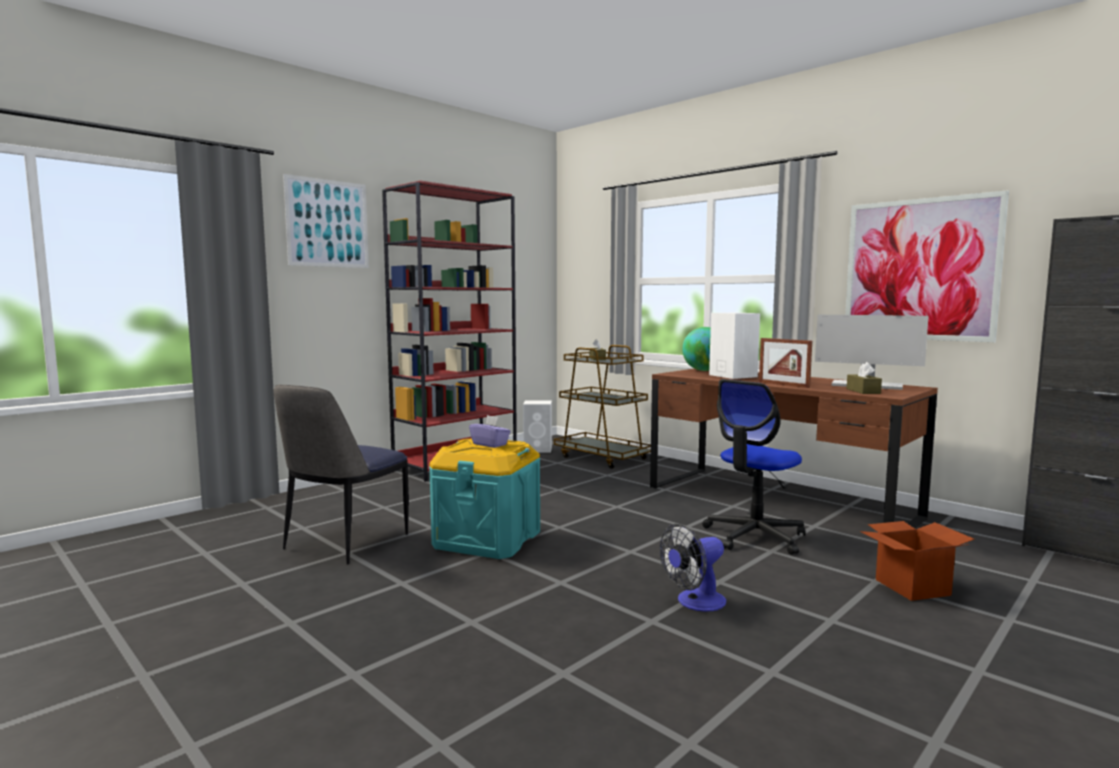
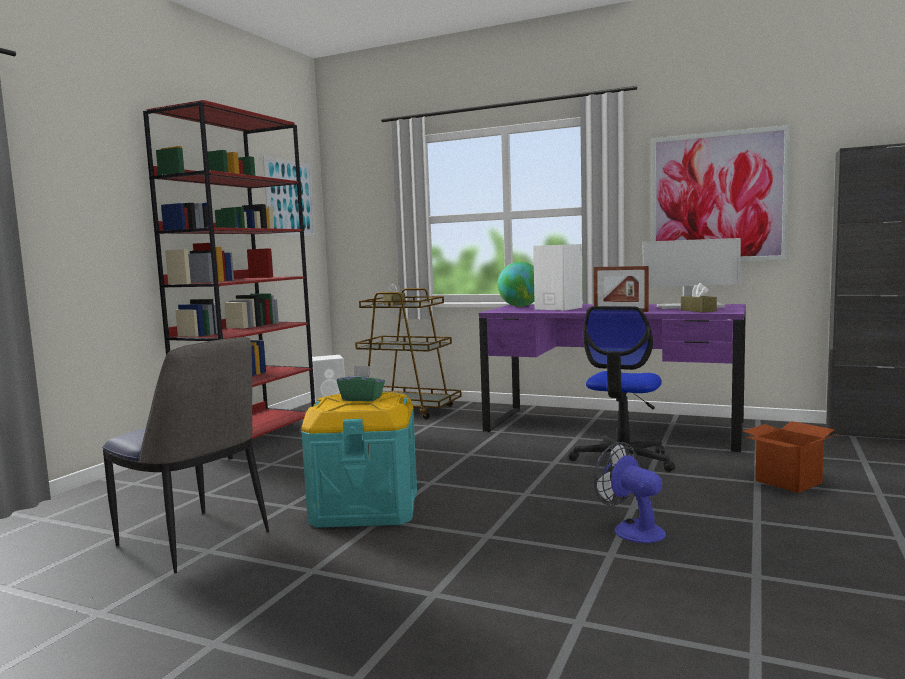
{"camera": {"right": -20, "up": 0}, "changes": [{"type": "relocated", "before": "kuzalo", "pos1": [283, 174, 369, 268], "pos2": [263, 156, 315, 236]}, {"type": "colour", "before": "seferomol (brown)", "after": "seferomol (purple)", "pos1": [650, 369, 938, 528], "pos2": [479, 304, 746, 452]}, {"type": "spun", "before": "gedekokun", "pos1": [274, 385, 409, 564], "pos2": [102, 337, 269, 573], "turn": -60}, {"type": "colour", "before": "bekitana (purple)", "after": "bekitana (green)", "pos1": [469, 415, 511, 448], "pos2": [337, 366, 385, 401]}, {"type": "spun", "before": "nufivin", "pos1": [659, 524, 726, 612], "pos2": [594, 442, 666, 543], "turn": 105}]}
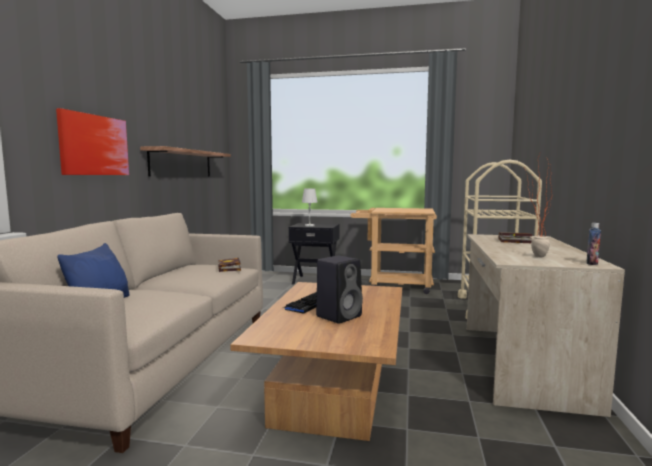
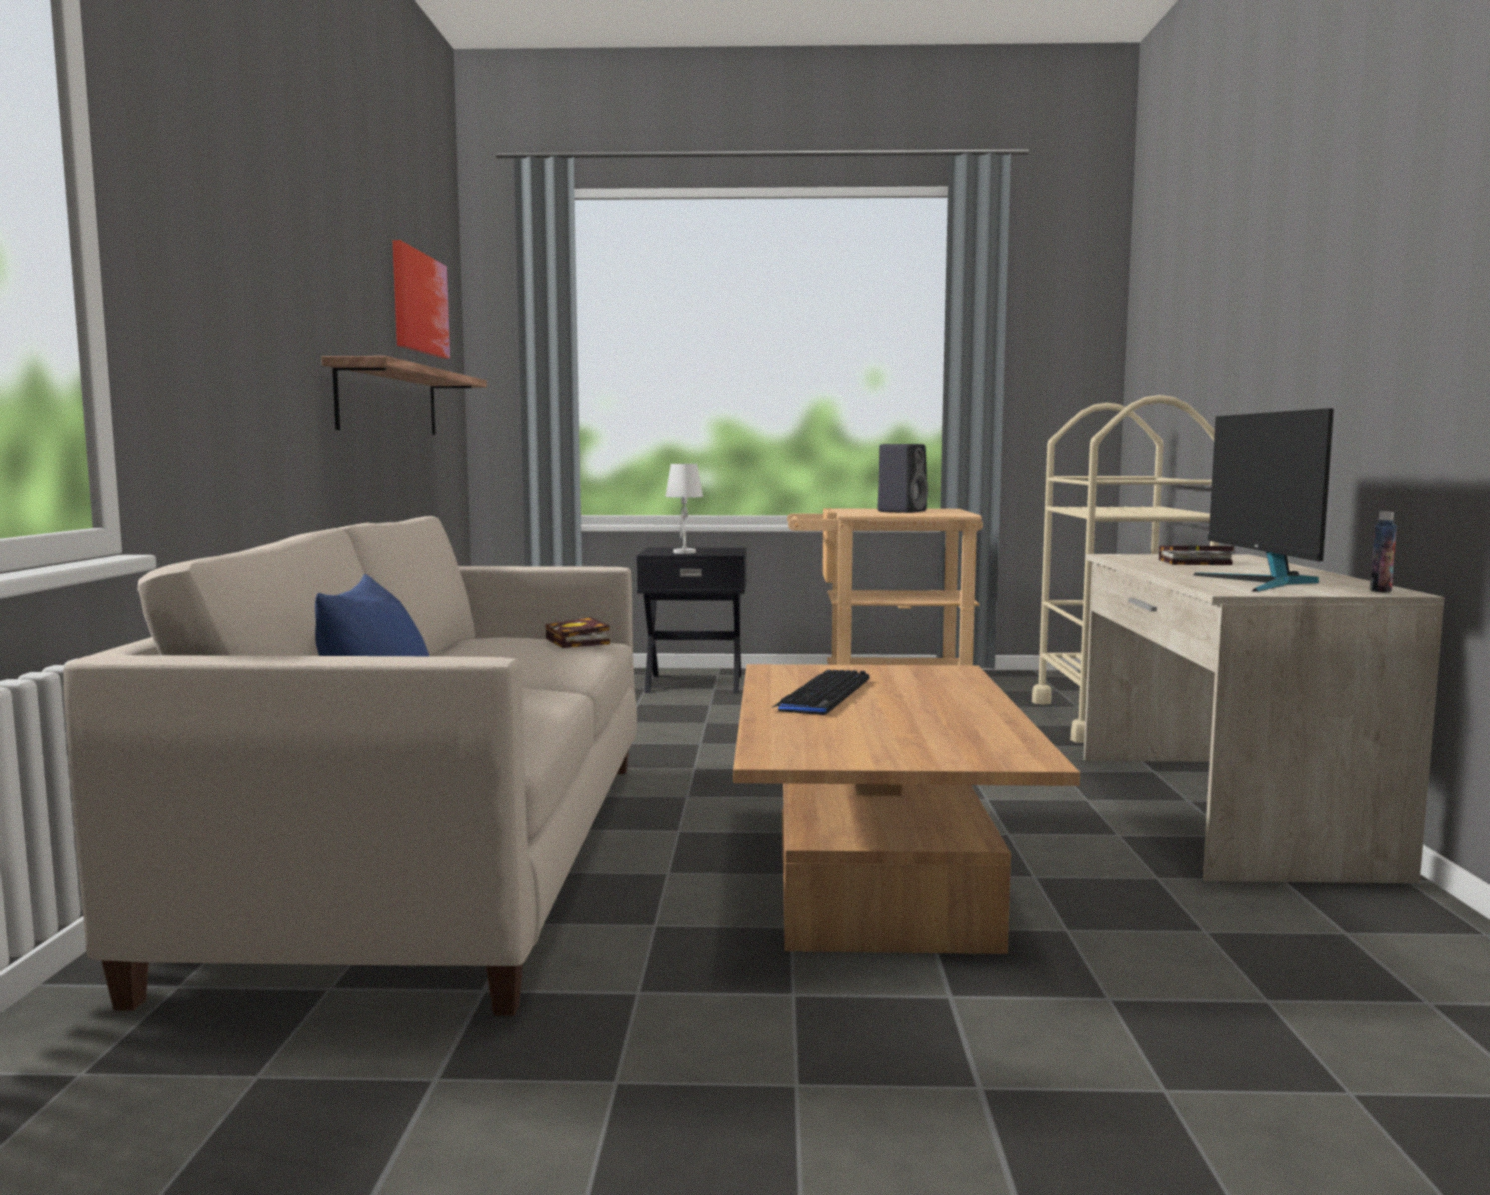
{"camera": {"right": -10, "up": 0}, "changes": [{"type": "relocated", "before": "kuzalo", "pos1": [56, 108, 129, 175], "pos2": [393, 240, 450, 359]}, {"type": "exchanged", "before": "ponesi", "after": "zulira", "pos1": [524, 154, 553, 257], "pos2": [1193, 408, 1334, 592]}, {"type": "relocated", "before": "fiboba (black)", "pos1": [316, 256, 363, 324], "pos2": [877, 444, 928, 513]}]}
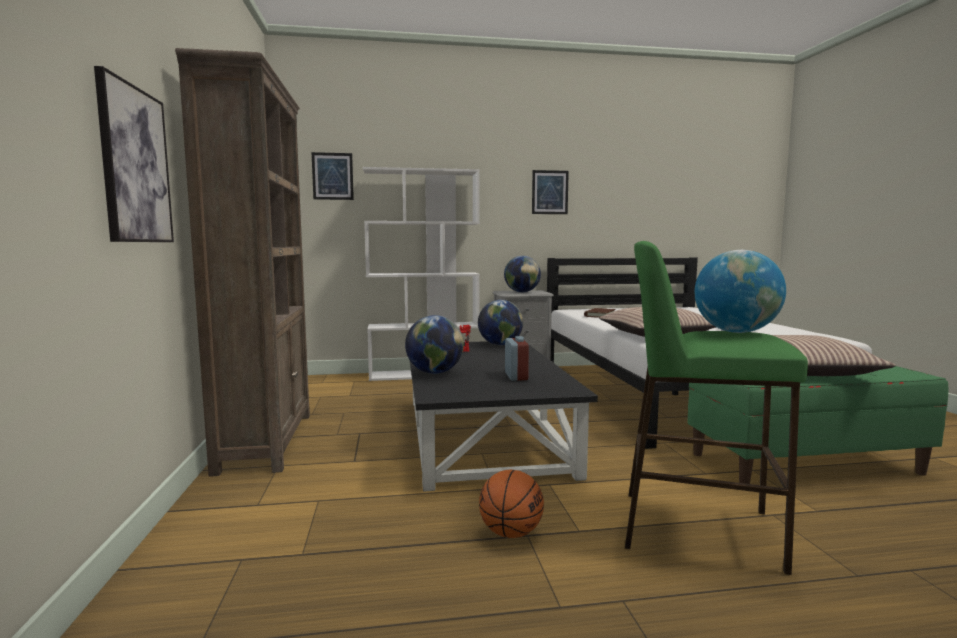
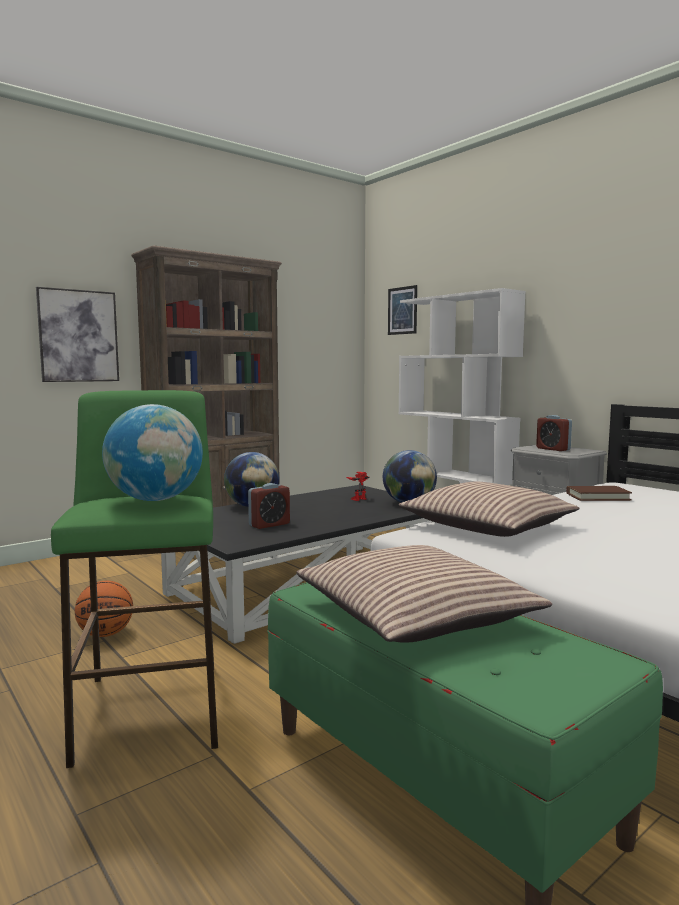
{"camera": {"right": 60, "up": 0}, "changes": [{"type": "missing", "before": "kuzalo", "pos1": [532, 170, 569, 214]}, {"type": "exchanged", "before": "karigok", "after": "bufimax", "pos1": [504, 256, 541, 292], "pos2": [536, 415, 572, 451]}]}
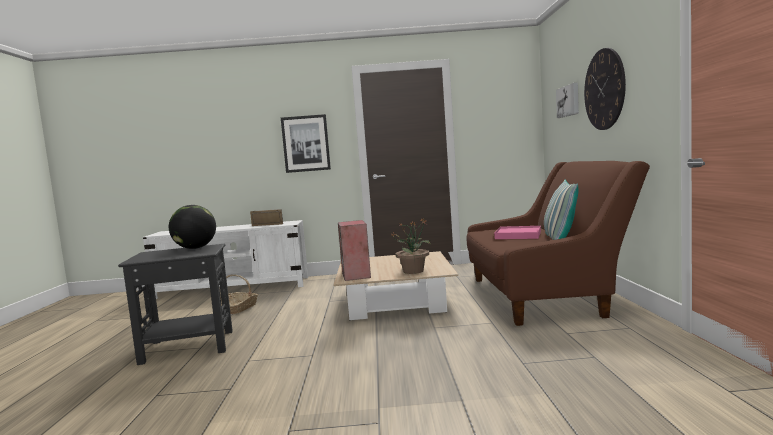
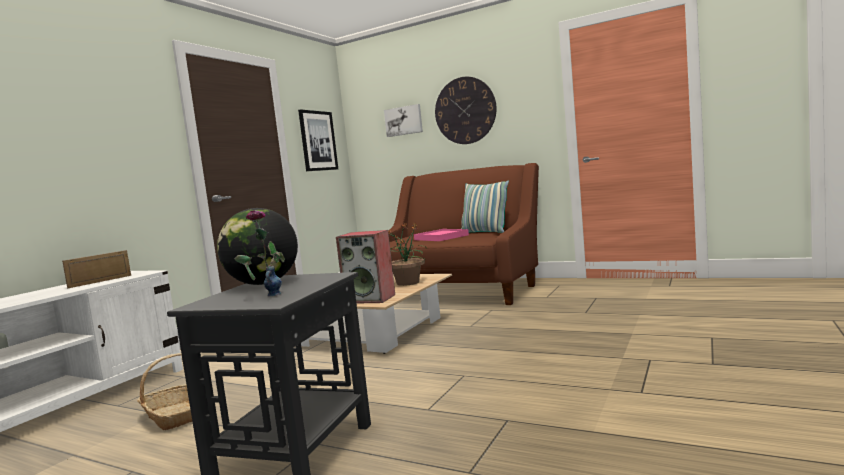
{"camera": {"right": -60, "up": 0}, "changes": [{"type": "relocated", "before": "kuzalo", "pos1": [281, 114, 331, 173], "pos2": [298, 109, 338, 171]}, {"type": "appeared", "after": "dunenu", "pos2": [234, 210, 285, 296]}]}
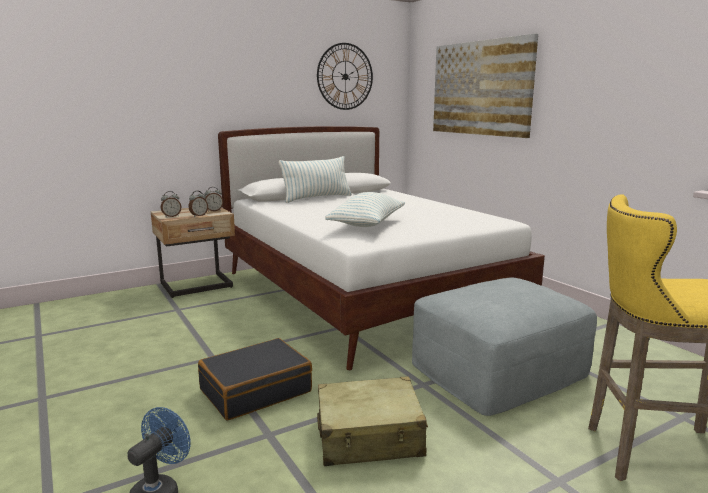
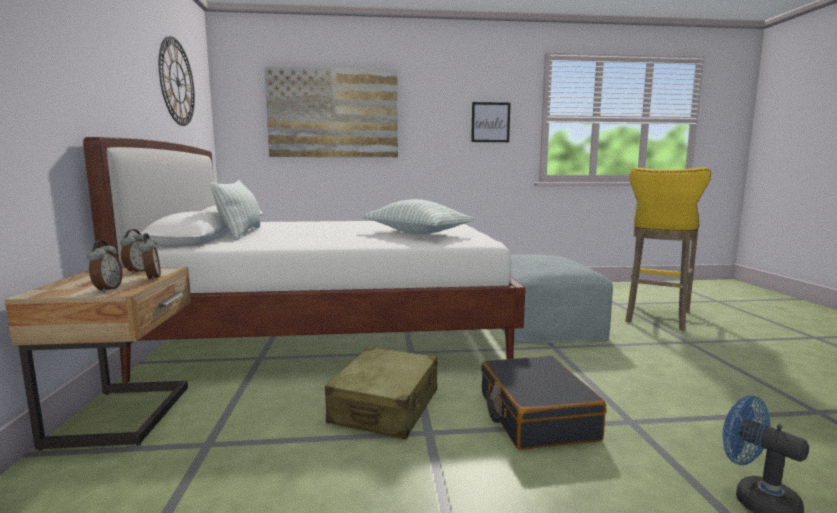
{"camera": {"right": -65, "up": -5}, "changes": [{"type": "relocated", "before": "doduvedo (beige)", "pos1": [317, 376, 428, 466], "pos2": [325, 347, 437, 439]}, {"type": "appeared", "after": "kuzalo", "pos2": [471, 102, 511, 142]}]}
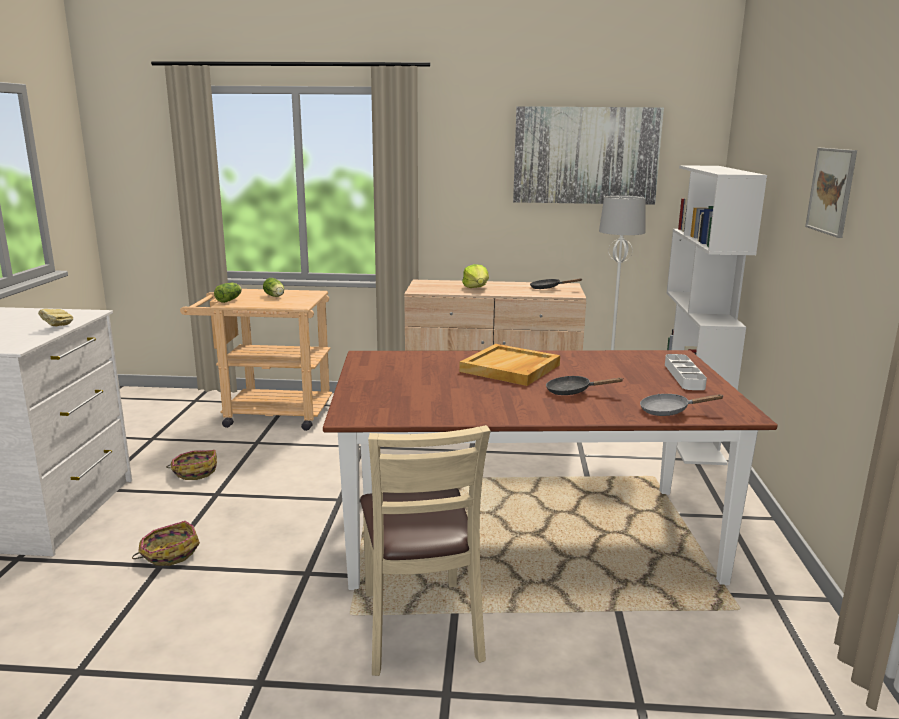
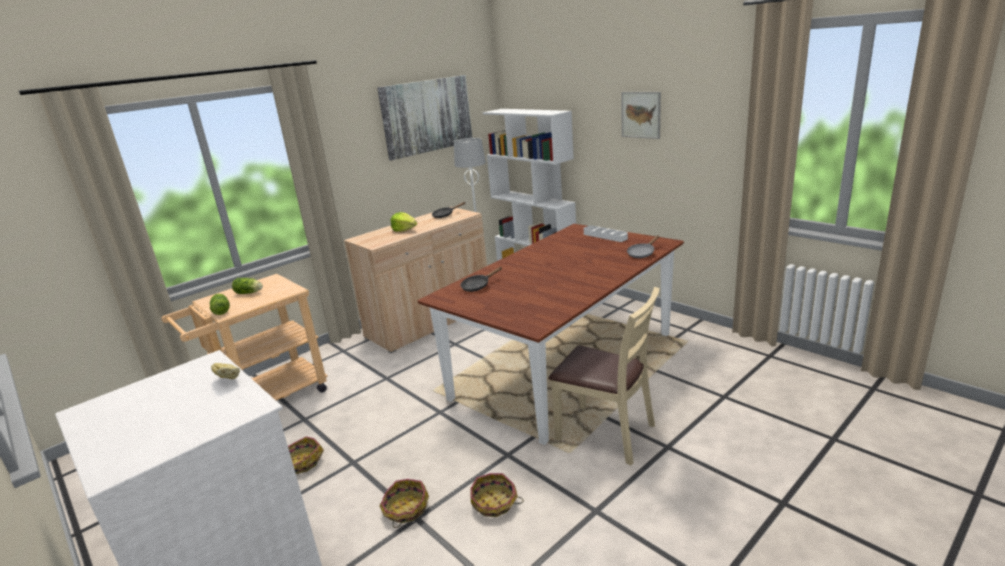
{"camera": {"right": -45, "up": 5}, "changes": [{"type": "missing", "before": "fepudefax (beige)", "pos1": [459, 344, 560, 386]}, {"type": "relocated", "before": "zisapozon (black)", "pos1": [546, 376, 623, 395], "pos2": [460, 267, 502, 292]}, {"type": "appeared", "after": "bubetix", "pos2": [471, 473, 523, 517]}]}
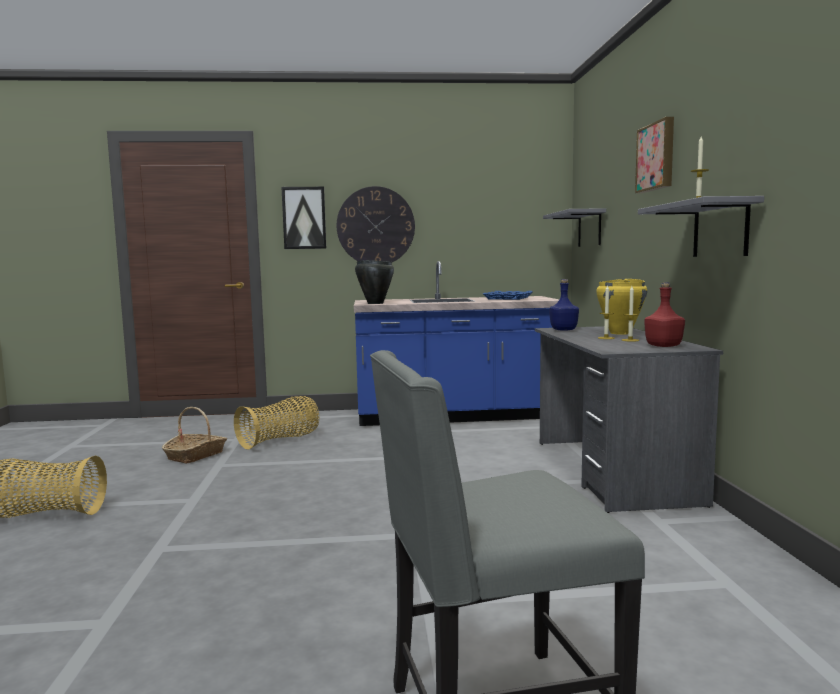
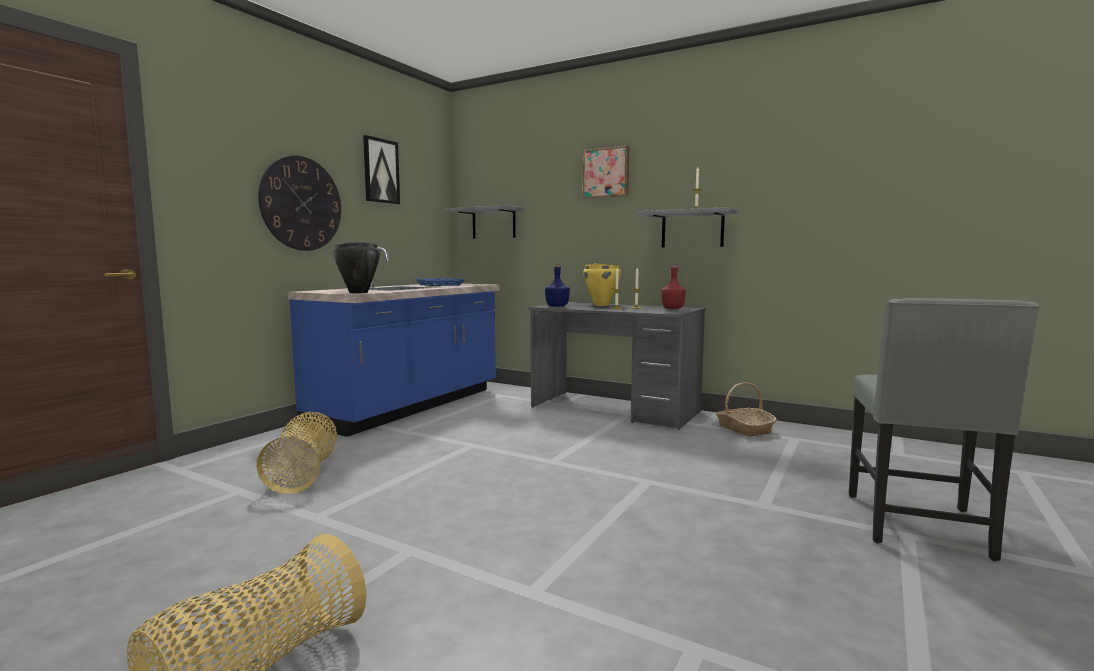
{"camera": {"right": -55, "up": 0}, "changes": [{"type": "relocated", "before": "kuzalo", "pos1": [281, 187, 326, 249], "pos2": [363, 135, 400, 205]}, {"type": "relocated", "before": "bubetix", "pos1": [162, 407, 227, 464], "pos2": [716, 382, 777, 437]}]}
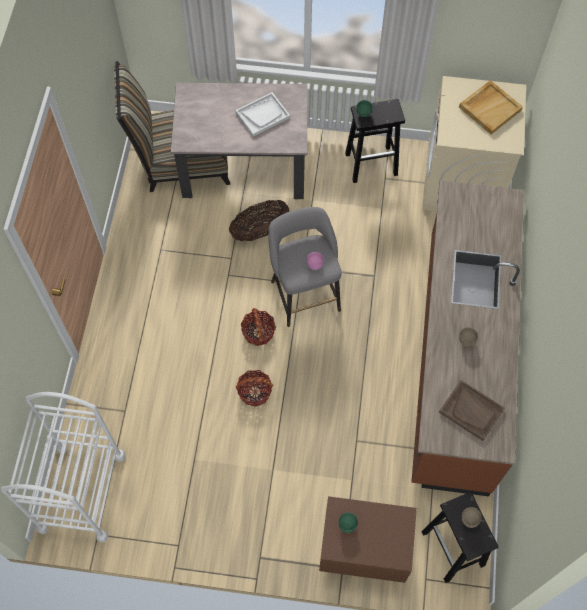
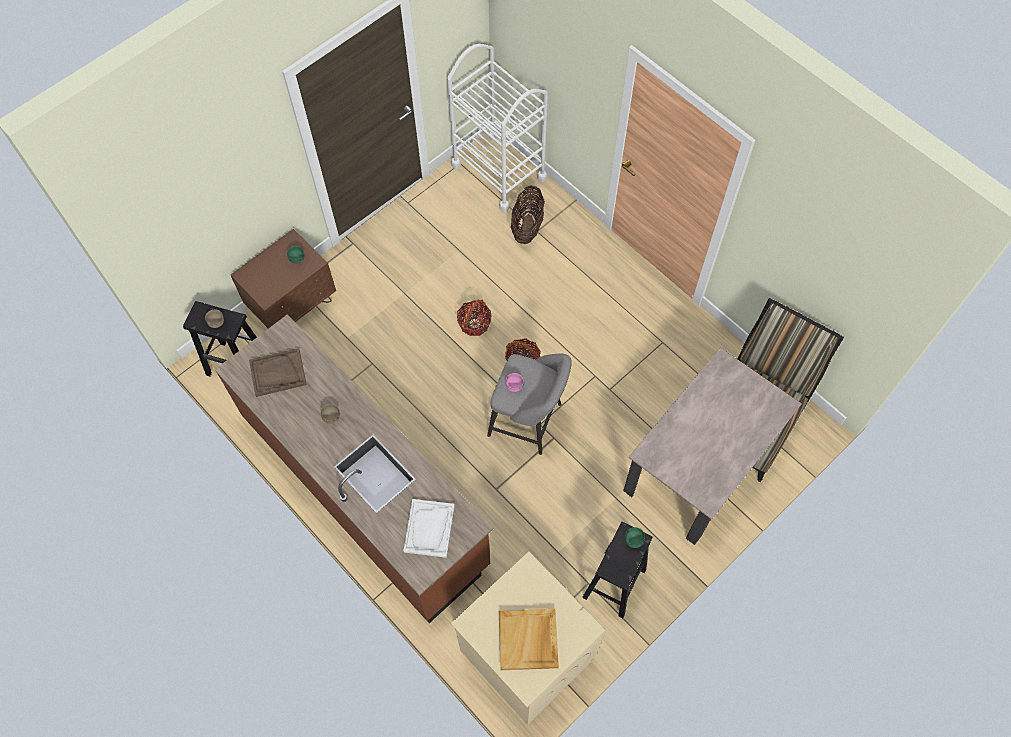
{"camera": {"right": 130, "up": 0}, "changes": [{"type": "relocated", "before": "fepudefax (white)", "pos1": [235, 92, 290, 137], "pos2": [403, 499, 455, 558]}, {"type": "relocated", "before": "bubetix", "pos1": [229, 200, 289, 241], "pos2": [511, 185, 545, 244]}]}
